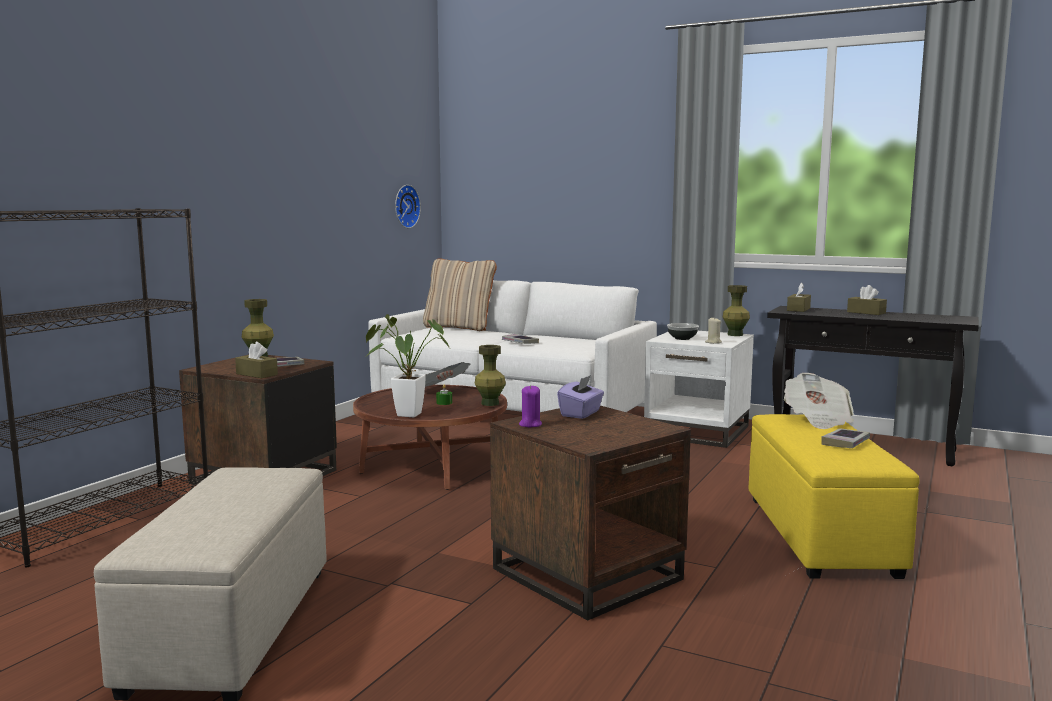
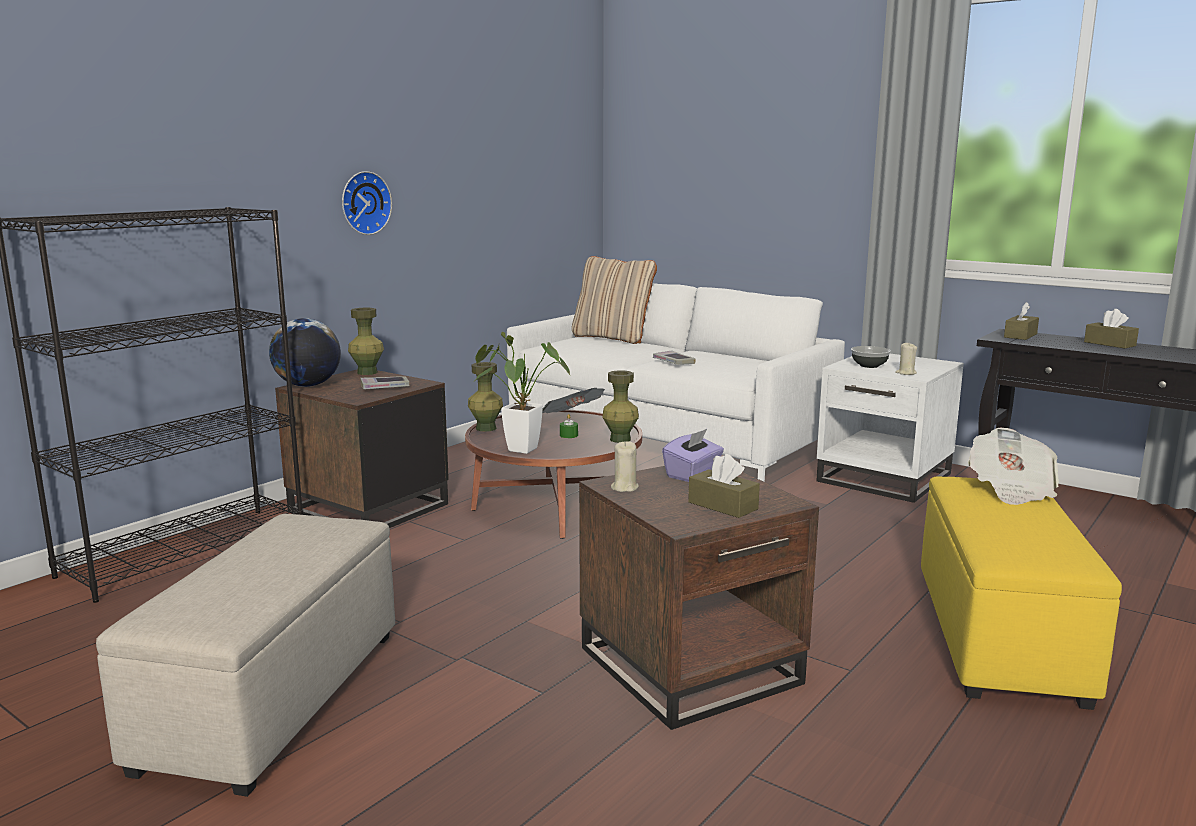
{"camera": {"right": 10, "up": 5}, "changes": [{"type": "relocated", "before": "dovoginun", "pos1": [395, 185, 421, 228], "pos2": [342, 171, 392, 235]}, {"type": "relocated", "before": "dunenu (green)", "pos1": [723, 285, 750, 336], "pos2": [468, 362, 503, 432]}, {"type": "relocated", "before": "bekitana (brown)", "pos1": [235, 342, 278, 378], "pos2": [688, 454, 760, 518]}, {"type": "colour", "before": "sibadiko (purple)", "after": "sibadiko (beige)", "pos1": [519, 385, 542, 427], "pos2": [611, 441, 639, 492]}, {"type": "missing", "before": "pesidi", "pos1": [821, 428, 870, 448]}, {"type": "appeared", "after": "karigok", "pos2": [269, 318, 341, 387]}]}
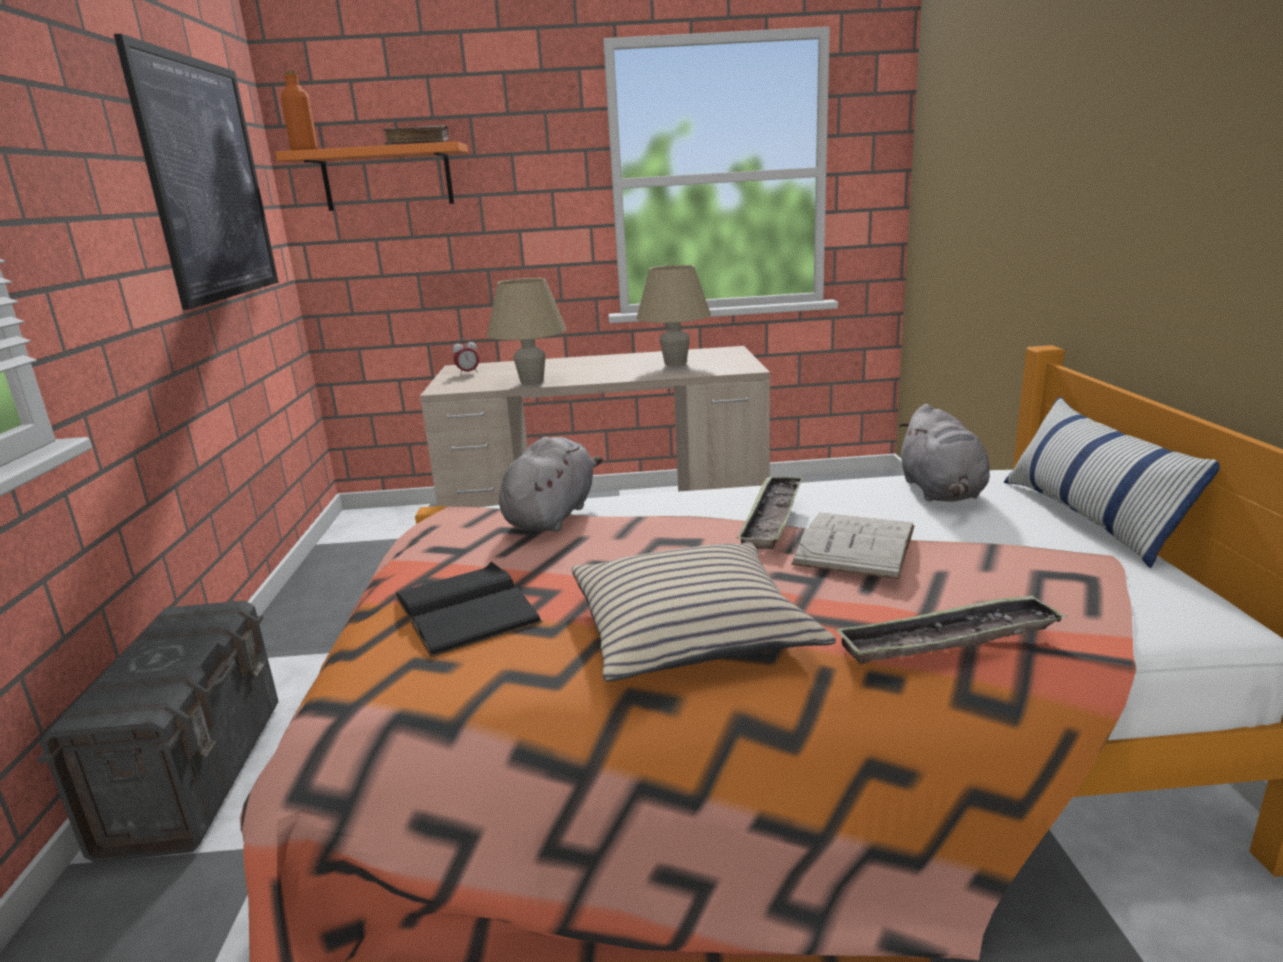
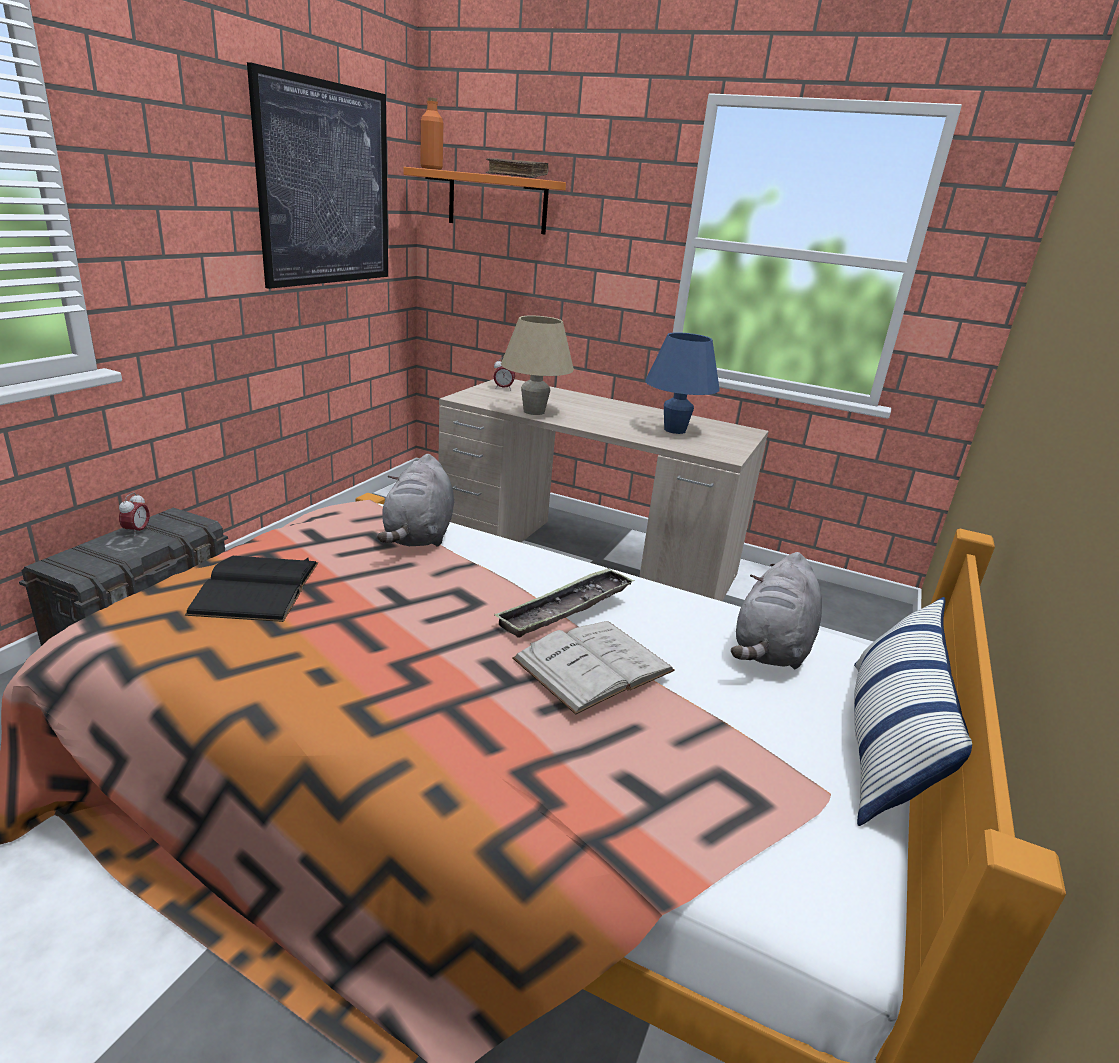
{"camera": {"right": 25, "up": 5}, "changes": [{"type": "colour", "before": "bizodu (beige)", "after": "bizodu (blue)", "pos1": [636, 265, 711, 366], "pos2": [645, 332, 720, 434]}, {"type": "spun", "before": "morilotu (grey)", "pos1": [499, 437, 603, 532], "pos2": [377, 454, 454, 547], "turn": 135}, {"type": "missing", "before": "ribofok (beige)", "pos1": [572, 542, 836, 681]}, {"type": "missing", "before": "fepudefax", "pos1": [835, 594, 1067, 664]}, {"type": "appeared", "after": "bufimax", "pos2": [119, 492, 150, 537]}]}
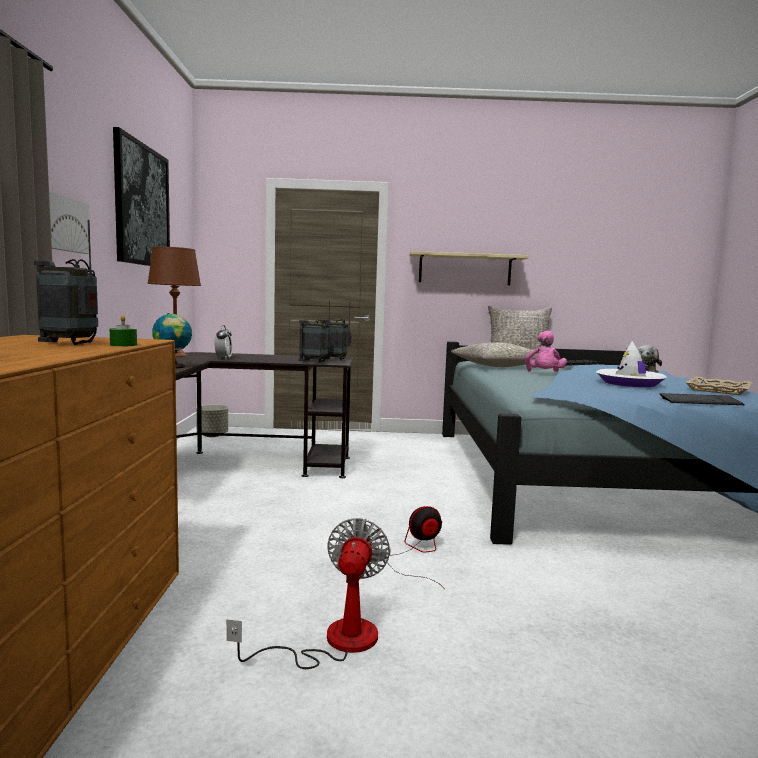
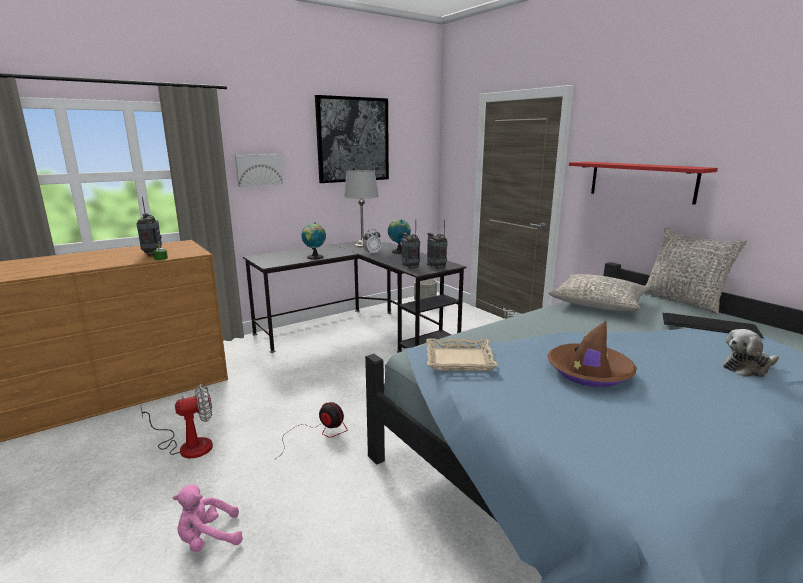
{"camera": {"right": 55, "up": 10}, "changes": [{"type": "colour", "before": "bizodu (brown)", "after": "bizodu (grey)", "pos1": [147, 246, 201, 357], "pos2": [344, 170, 379, 247]}, {"type": "colour", "before": "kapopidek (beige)", "after": "kapopidek (red)", "pos1": [409, 251, 529, 285], "pos2": [569, 162, 718, 205]}, {"type": "relocated", "before": "morilotu (pink)", "pos1": [525, 331, 567, 372], "pos2": [173, 484, 243, 552]}, {"type": "colour", "before": "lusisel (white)", "after": "lusisel (brown)", "pos1": [596, 341, 667, 387], "pos2": [547, 320, 637, 387]}, {"type": "relocated", "before": "fepudefax (beige)", "pos1": [685, 377, 752, 395], "pos2": [426, 338, 498, 371]}, {"type": "missing", "before": "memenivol", "pos1": [660, 393, 745, 405]}, {"type": "appeared", "after": "karigok", "pos2": [388, 219, 411, 254]}]}
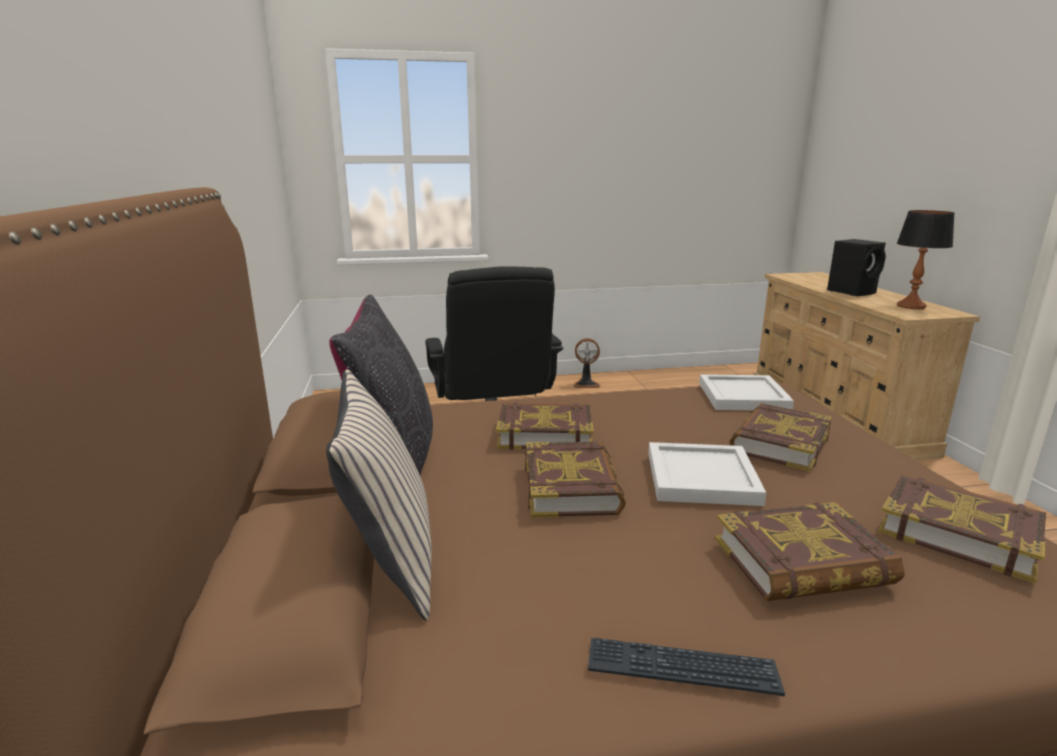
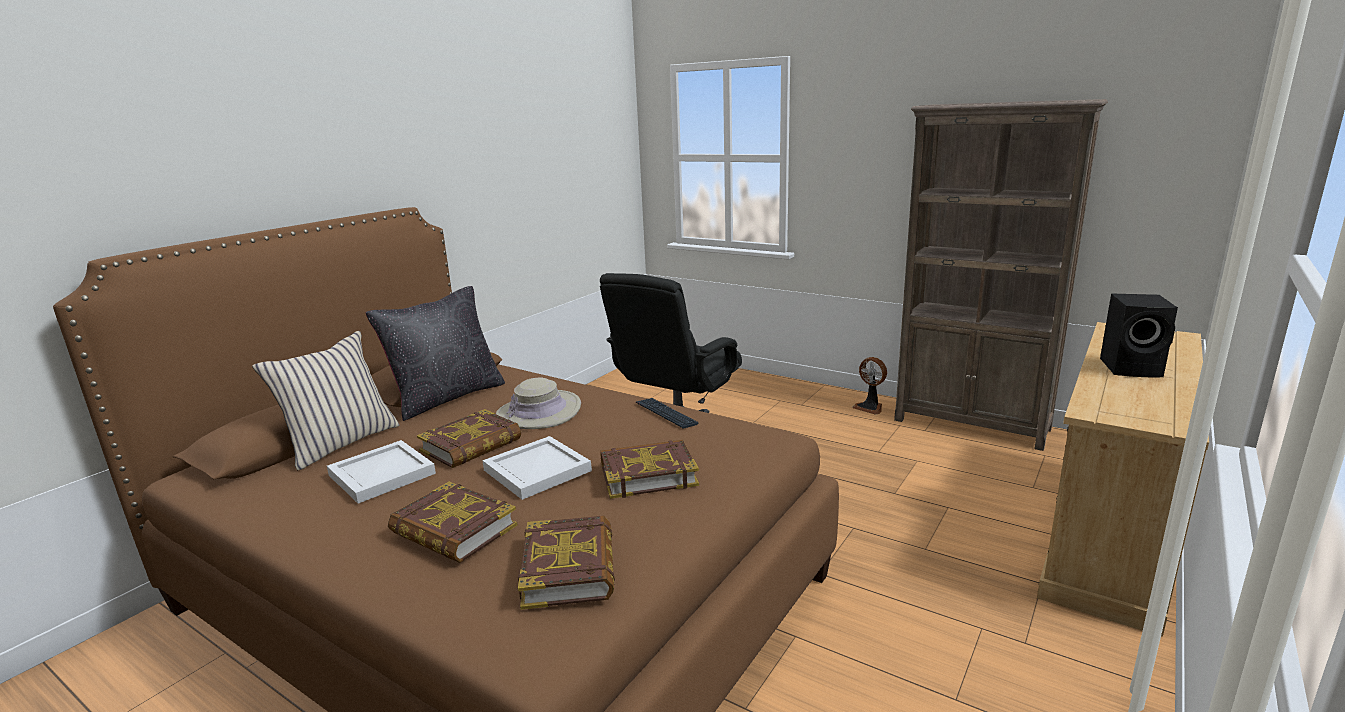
{"camera": {"right": 45, "up": 0}, "changes": [{"type": "missing", "before": "bizodu", "pos1": [897, 210, 955, 309]}, {"type": "relocated", "before": "fepudefax (white)", "pos1": [699, 374, 794, 410], "pos2": [327, 440, 436, 504]}, {"type": "exchanged", "before": "pesidi", "after": "lusisel (beige)", "pos1": [496, 402, 594, 450], "pos2": [496, 378, 581, 429]}, {"type": "relocated", "before": "memenivol", "pos1": [588, 638, 785, 696], "pos2": [636, 398, 699, 429]}, {"type": "appeared", "after": "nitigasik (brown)", "pos2": [894, 99, 1108, 451]}]}
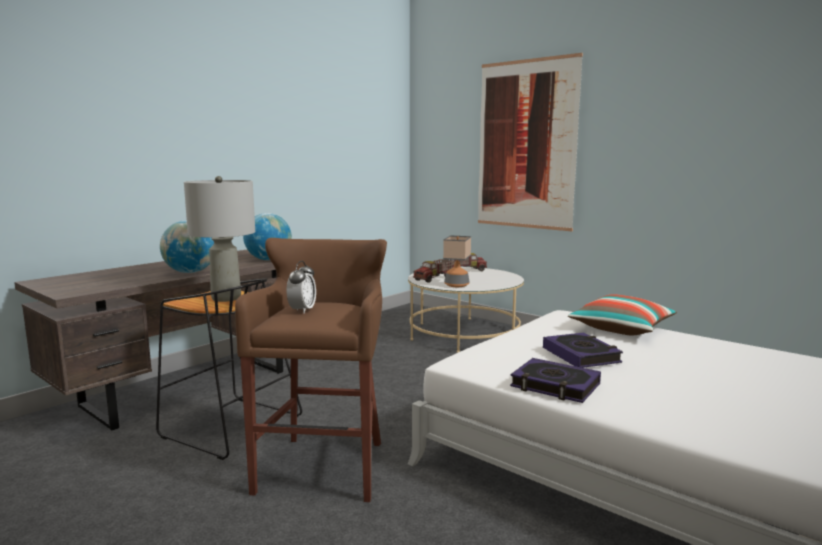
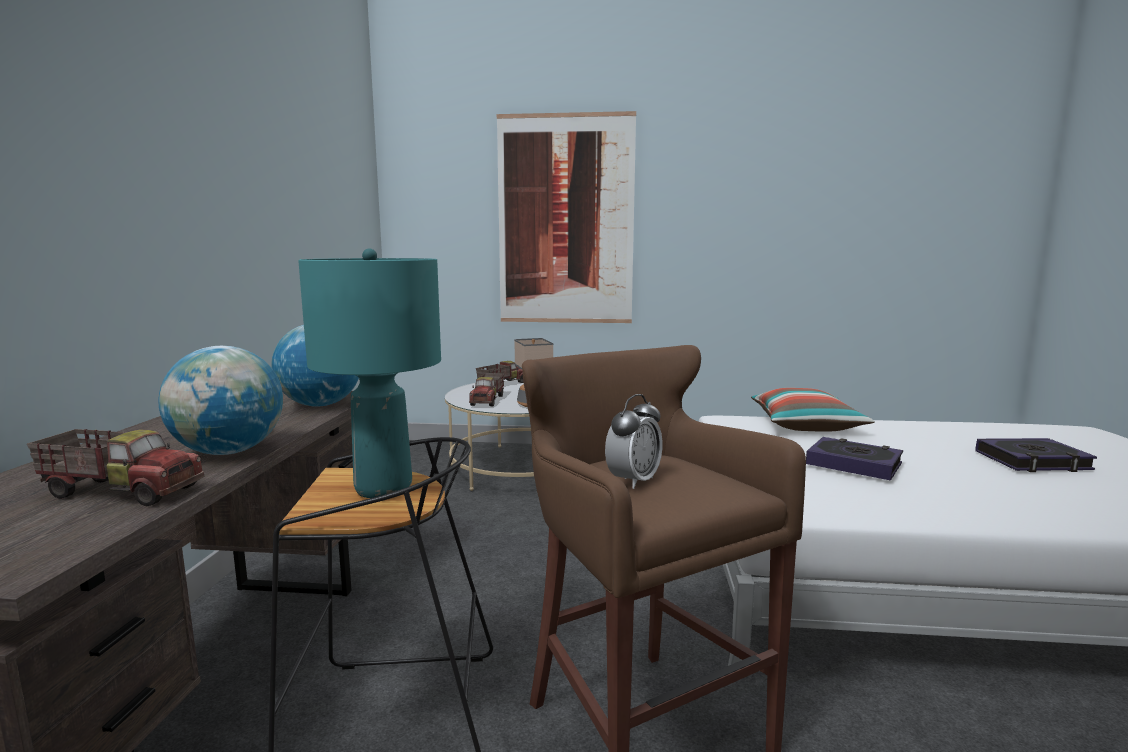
{"camera": {"right": -35, "up": 0}, "changes": [{"type": "colour", "before": "bizodu (grey)", "after": "bizodu (turquoise)", "pos1": [184, 176, 255, 302], "pos2": [298, 248, 441, 498]}, {"type": "spun", "before": "bufimax", "pos1": [286, 261, 316, 314], "pos2": [605, 394, 663, 489], "turn": 60}, {"type": "relocated", "before": "pesidi", "pos1": [510, 358, 601, 403], "pos2": [976, 438, 1097, 472]}, {"type": "appeared", "after": "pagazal", "pos2": [27, 429, 204, 507]}]}
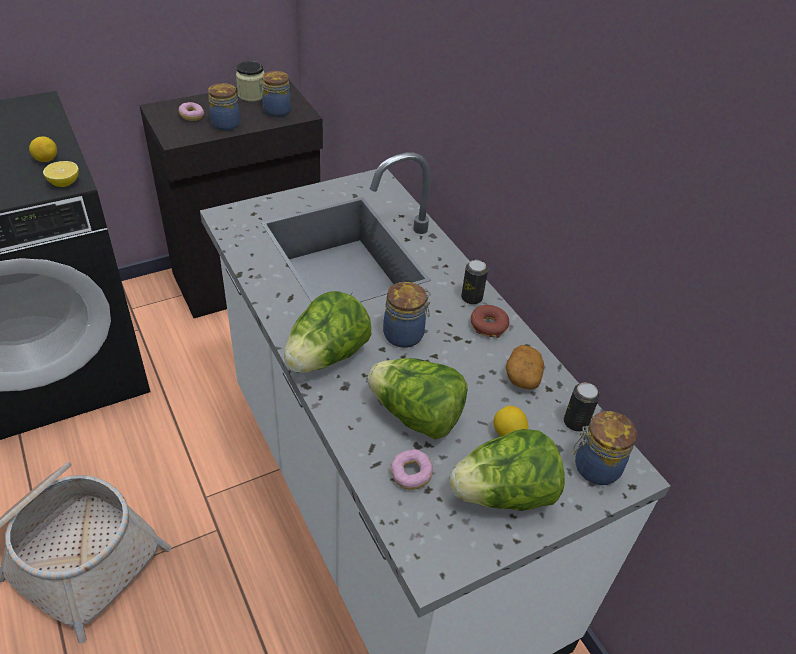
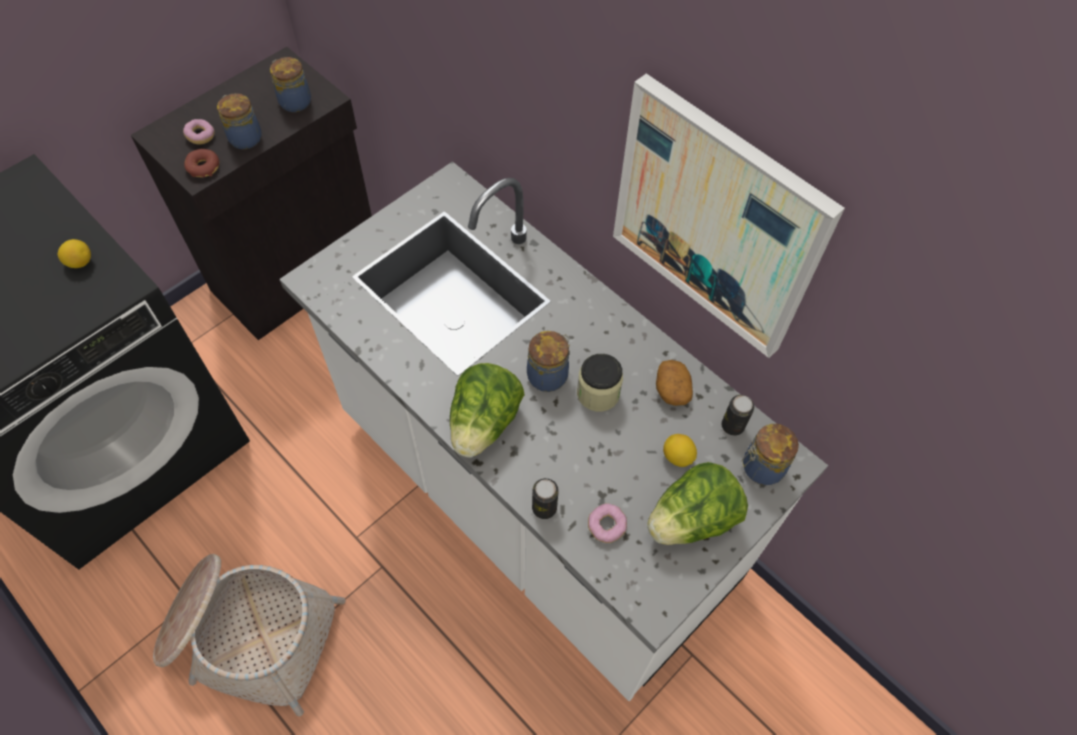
{"camera": {"right": -15, "up": 15}, "changes": [{"type": "relocated", "before": "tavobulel", "pos1": [236, 61, 264, 102], "pos2": [577, 354, 623, 412]}, {"type": "missing", "before": "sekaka", "pos1": [43, 161, 79, 187]}, {"type": "relocated", "before": "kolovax", "pos1": [461, 260, 488, 305], "pos2": [532, 478, 559, 519]}, {"type": "relocated", "before": "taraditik", "pos1": [471, 305, 509, 338], "pos2": [184, 149, 220, 178]}, {"type": "missing", "before": "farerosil", "pos1": [367, 358, 468, 439]}, {"type": "appeared", "after": "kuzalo", "pos2": [613, 73, 845, 358]}]}
